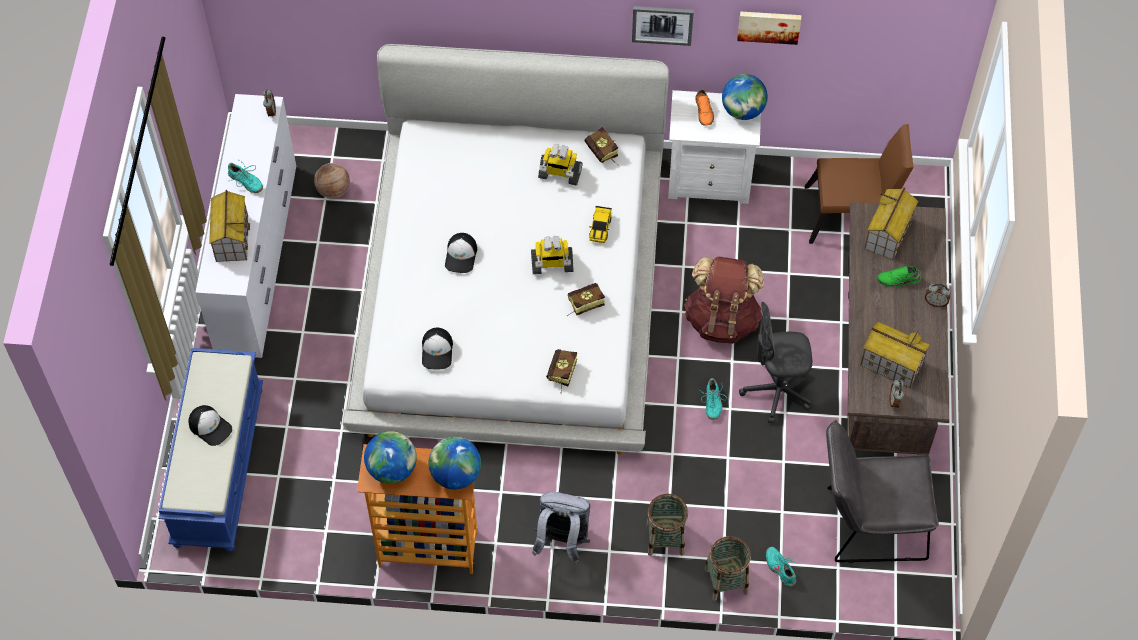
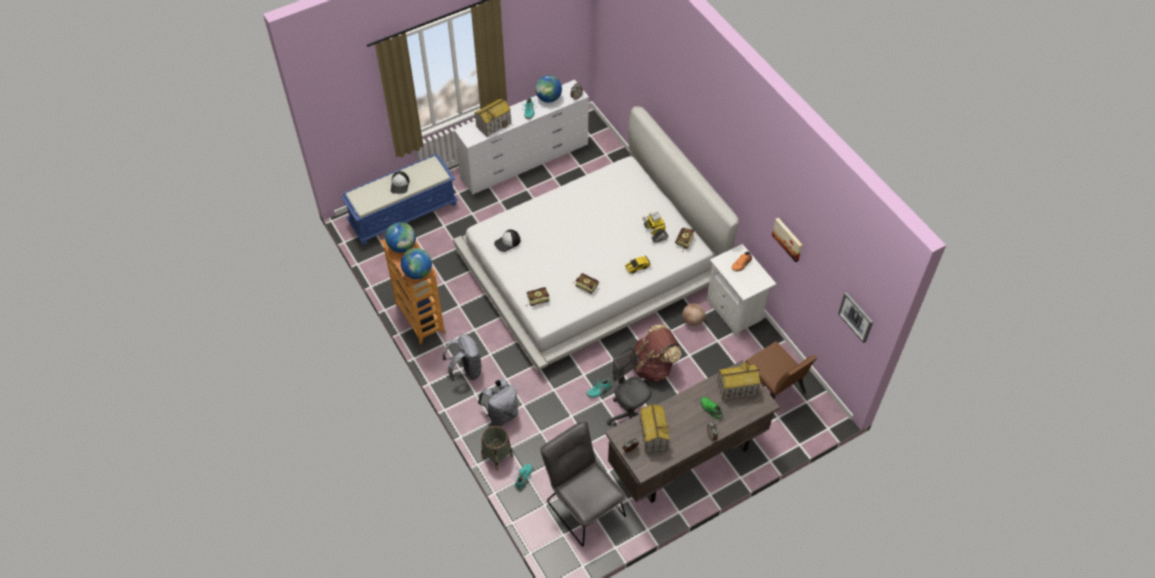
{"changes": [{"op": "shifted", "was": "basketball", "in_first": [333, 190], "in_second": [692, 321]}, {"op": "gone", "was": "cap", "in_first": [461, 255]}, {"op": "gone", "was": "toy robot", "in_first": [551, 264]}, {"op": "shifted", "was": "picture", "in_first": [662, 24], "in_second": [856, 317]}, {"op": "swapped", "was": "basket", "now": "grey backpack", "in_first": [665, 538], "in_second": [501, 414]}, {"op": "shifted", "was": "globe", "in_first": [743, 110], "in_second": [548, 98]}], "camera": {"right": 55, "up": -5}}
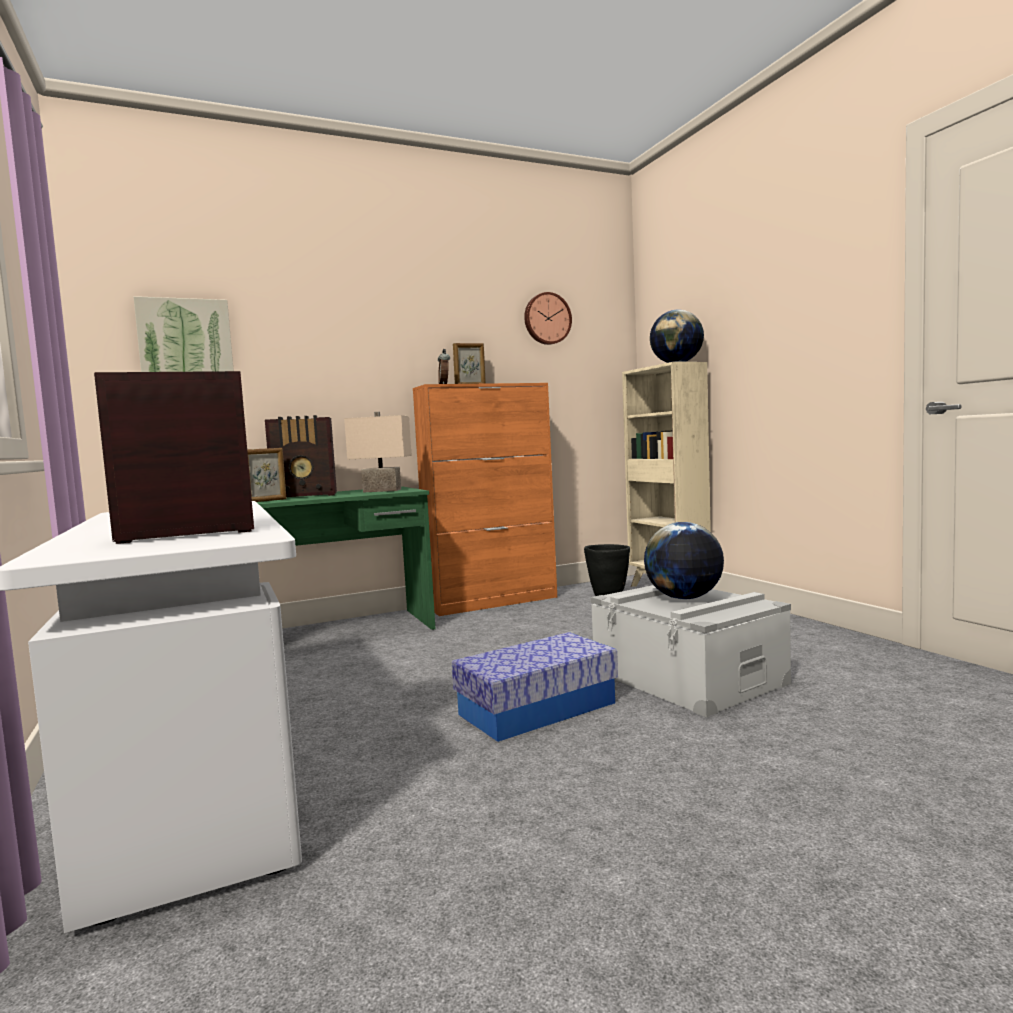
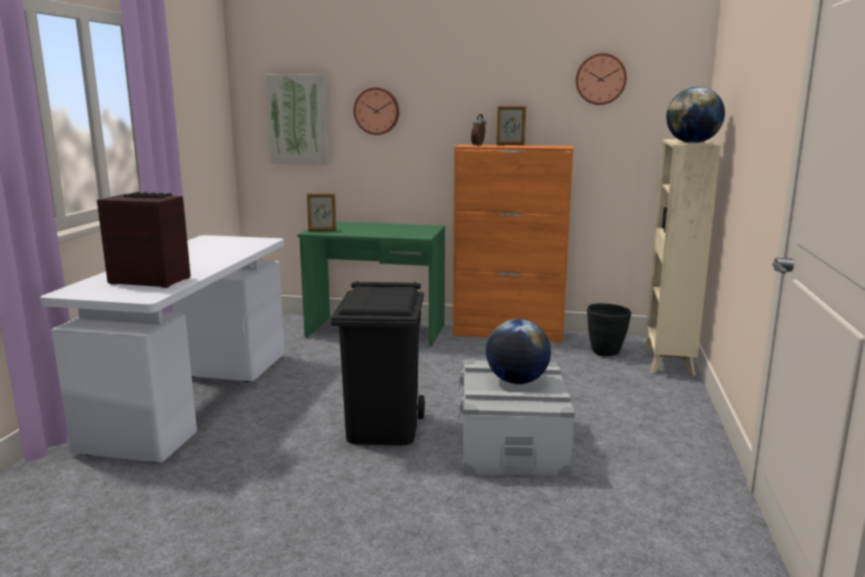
{"changes": [{"op": "gone", "was": "radio", "in_first": [306, 495]}, {"op": "gone", "was": "beige table lamp", "in_first": [381, 491]}, {"op": "swapped", "was": "storage box", "now": "black trash can", "in_first": [537, 709], "in_second": [383, 428]}, {"op": "new", "now": "wall clock", "in_second": [377, 111]}], "camera": {"right": 35, "up": 10}}
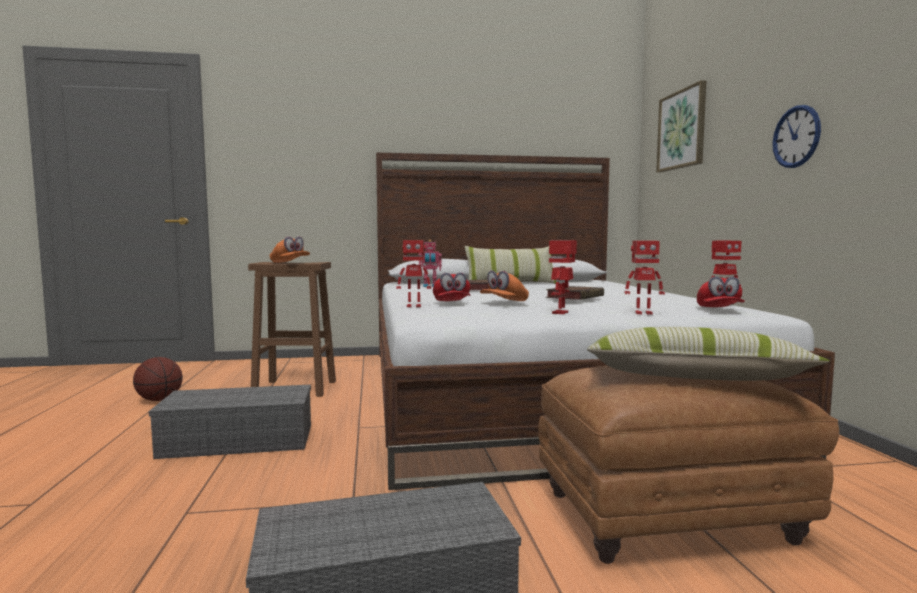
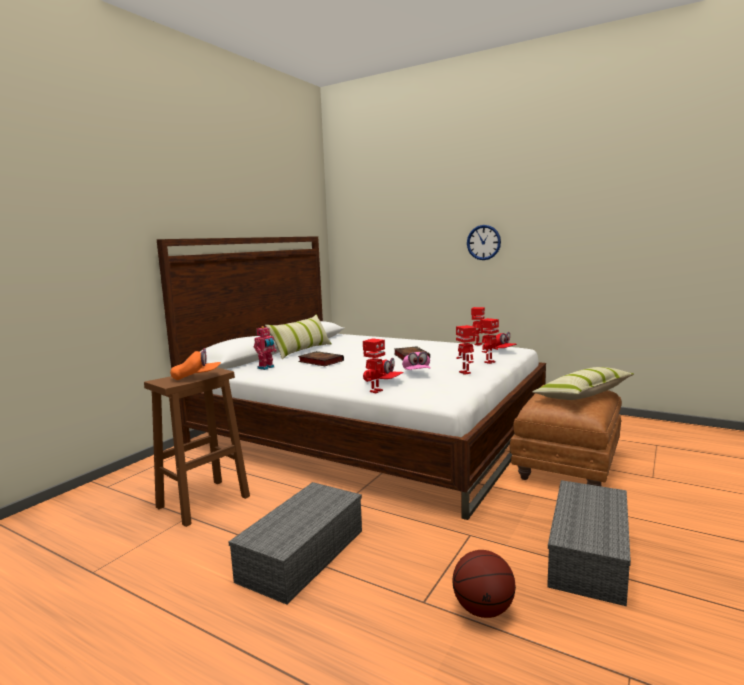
{"changes": [{"op": "shifted", "was": "basketball", "in_first": [159, 400], "in_second": [483, 609]}, {"op": "repainted", "was": "orange cap", "now": "pink cap", "in_first": [504, 303], "in_second": [416, 373]}, {"op": "gone", "was": "picture", "in_first": [682, 129]}], "camera": {"right": -50, "up": 5}}
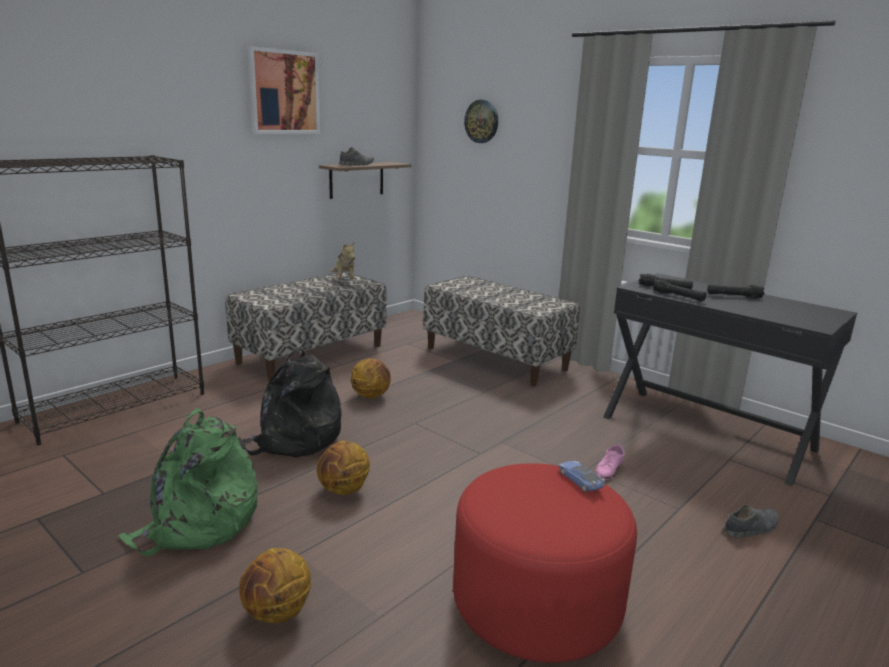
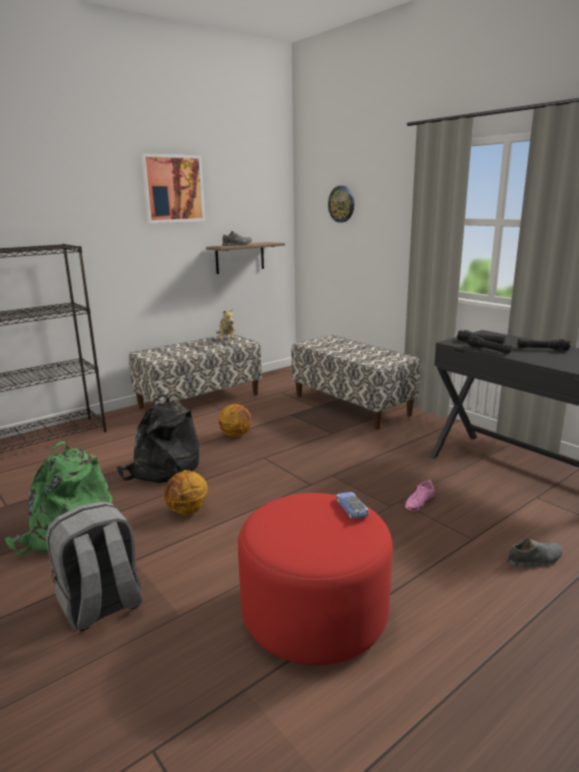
{"changes": [{"op": "swapped", "was": "basketball", "now": "grey backpack", "in_first": [277, 613], "in_second": [101, 606]}], "camera": {"right": 10, "up": 0}}
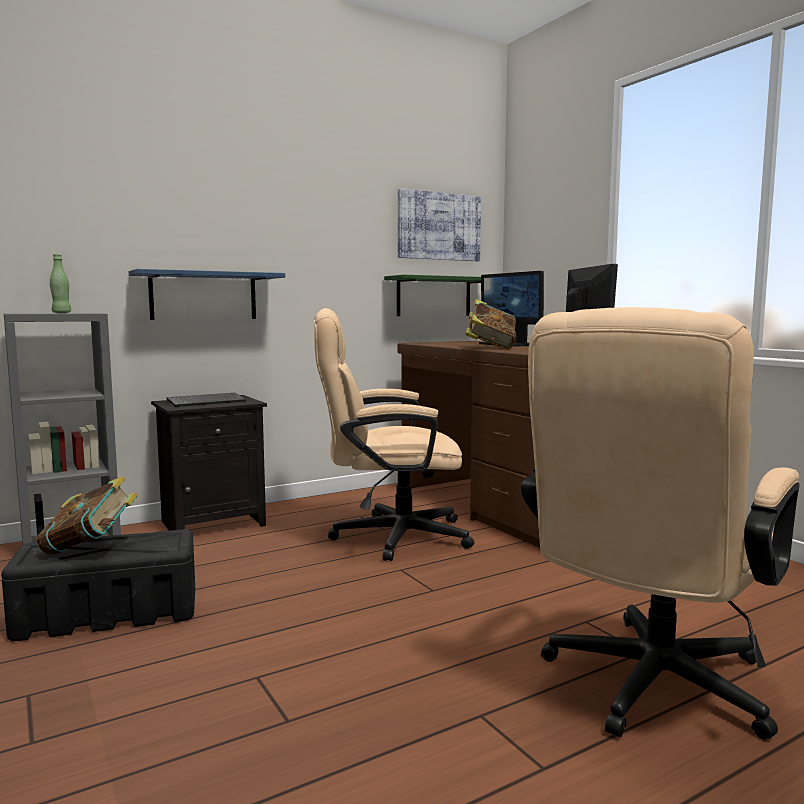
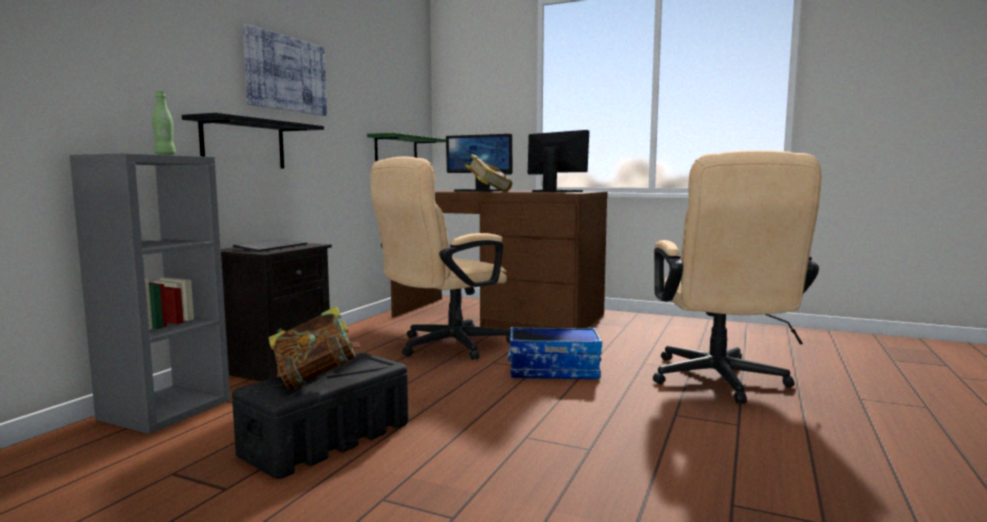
{"changes": [{"op": "repainted", "was": "blue shelf", "now": "black shelf", "in_first": [203, 296], "in_second": [244, 144]}, {"op": "shifted", "was": "picture", "in_first": [439, 226], "in_second": [286, 74]}, {"op": "new", "now": "storage box", "in_second": [554, 370]}], "camera": {"right": -35, "up": 0}}
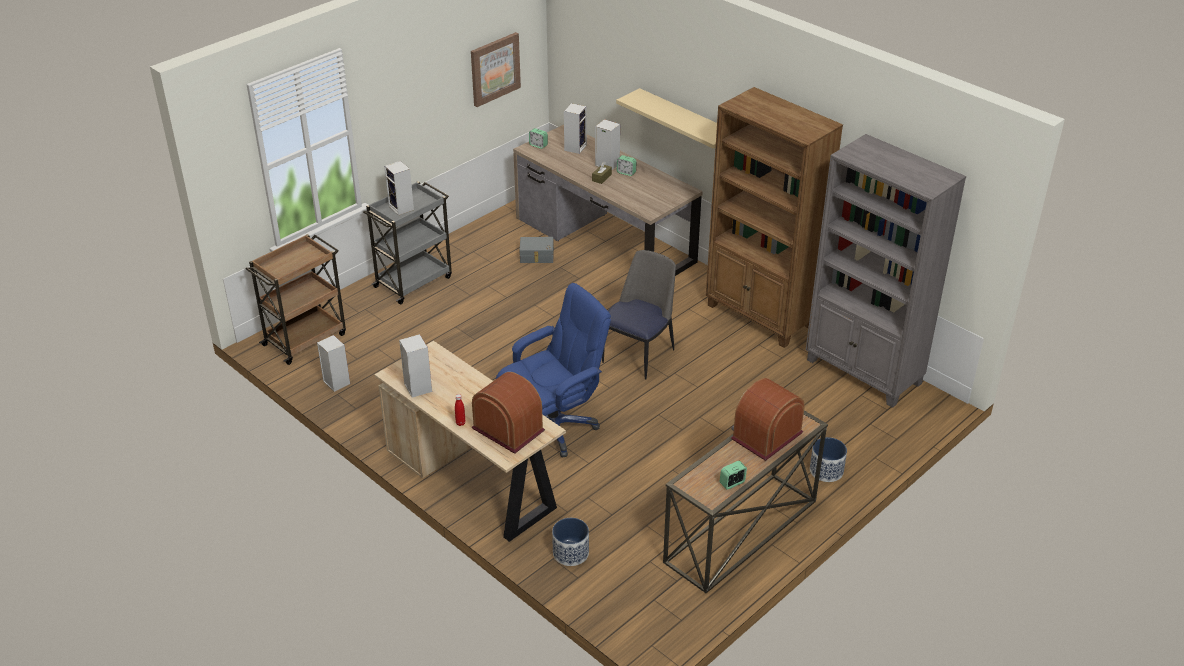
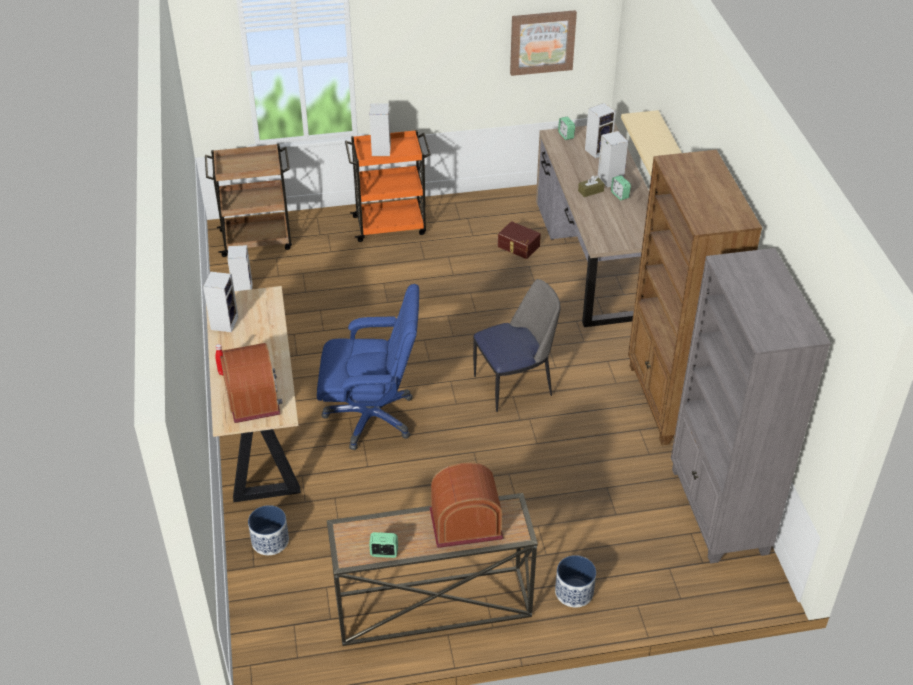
{"changes": [{"op": "repainted", "was": "grey cart", "now": "orange cart", "in_first": [414, 281], "in_second": [391, 225]}, {"op": "repainted", "was": "grey storage box", "now": "brown storage box", "in_first": [537, 256], "in_second": [518, 247]}], "camera": {"right": 35, "up": 5}}
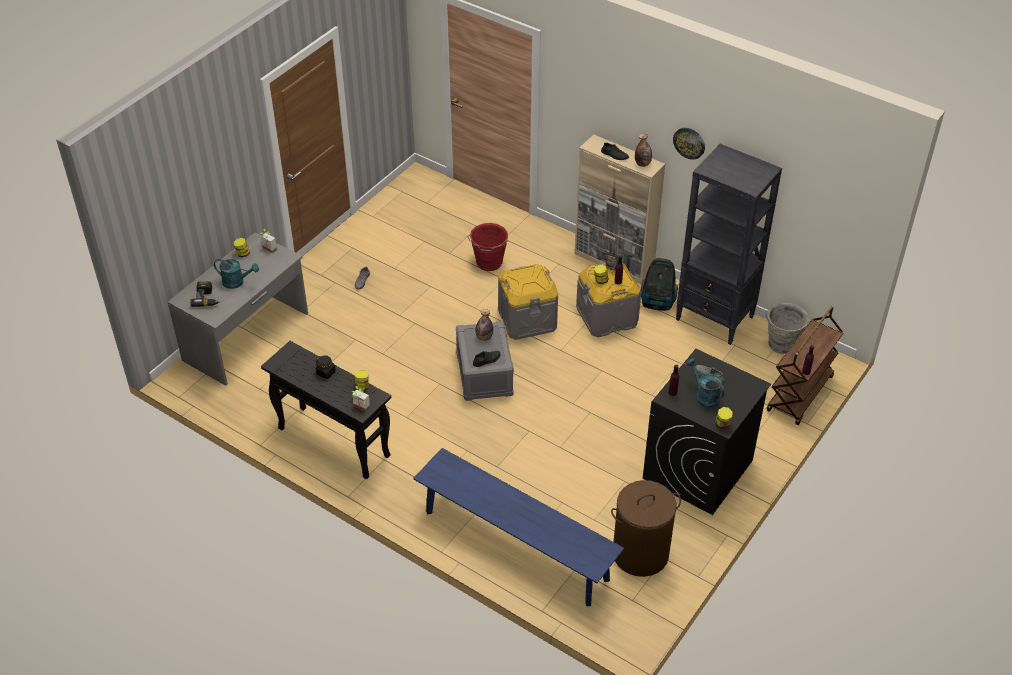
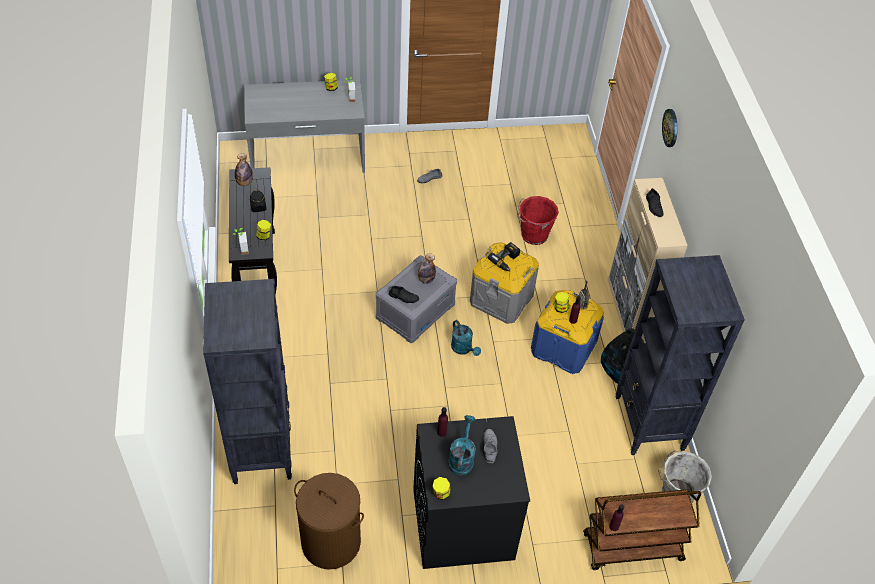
{"changes": [{"op": "shifted", "was": "power drill", "in_first": [207, 298], "in_second": [506, 261]}, {"op": "shifted", "was": "turquoise watering can", "in_first": [237, 282], "in_second": [463, 349]}, {"op": "swapped", "was": "blue bench", "now": "black bookcase", "in_first": [515, 545], "in_second": [262, 449]}, {"op": "repainted", "was": "grey storage box", "now": "blue storage box", "in_first": [606, 317], "in_second": [563, 347]}, {"op": "shifted", "was": "bottle", "in_first": [642, 164], "in_second": [244, 183]}, {"op": "shifted", "was": "wall clock", "in_first": [689, 142], "in_second": [671, 128]}], "camera": {"right": 45, "up": 5}}
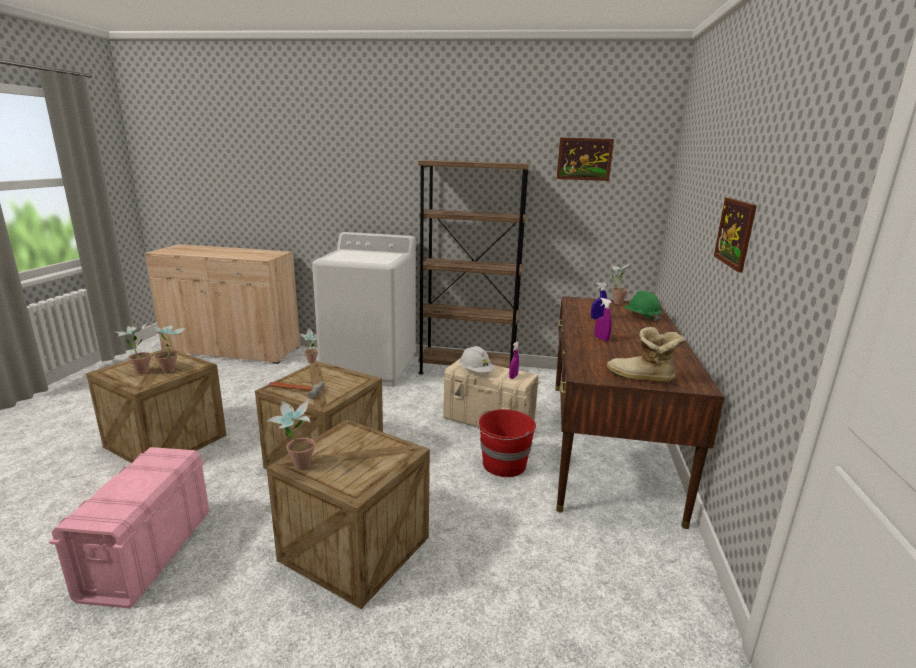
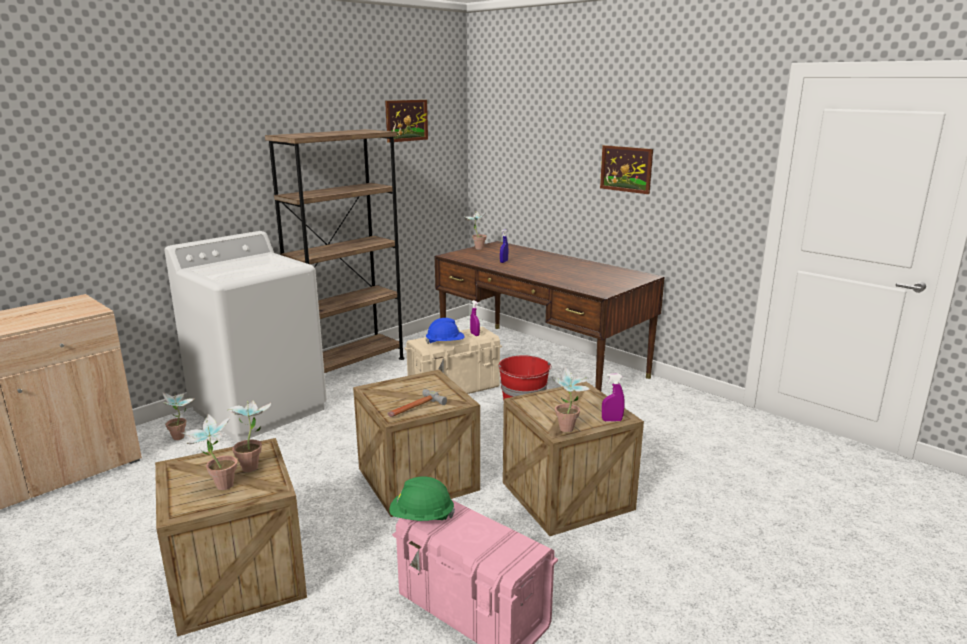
{"changes": [{"op": "repainted", "was": "white hard hat", "now": "blue hard hat", "in_first": [476, 371], "in_second": [445, 343]}, {"op": "shifted", "was": "purple spray bottle", "in_first": [601, 339], "in_second": [612, 420]}, {"op": "gone", "was": "boot", "in_first": [641, 378]}, {"op": "shifted", "was": "green hard hat", "in_first": [641, 317], "in_second": [421, 517]}], "camera": {"right": -55, "up": 0}}
